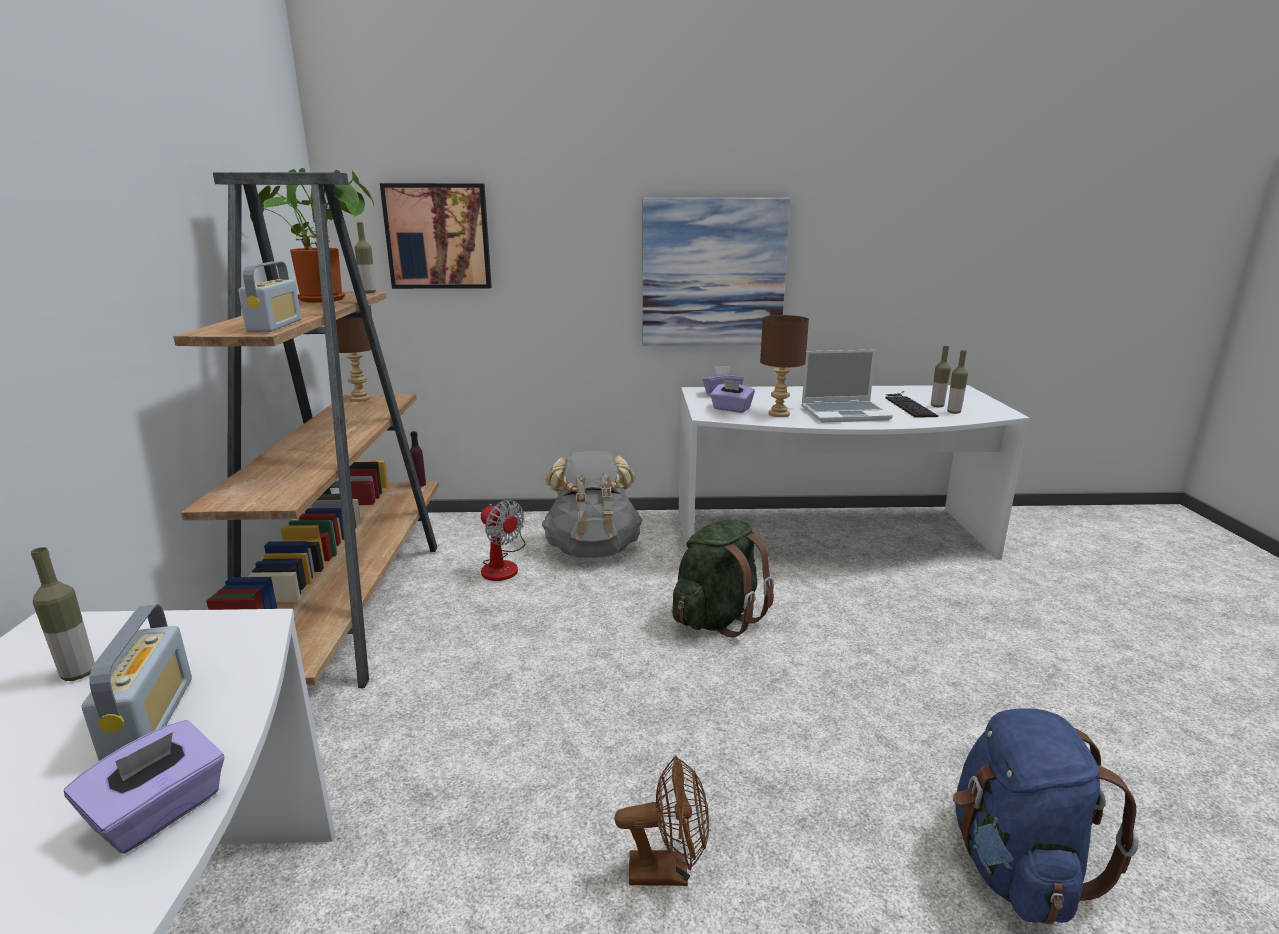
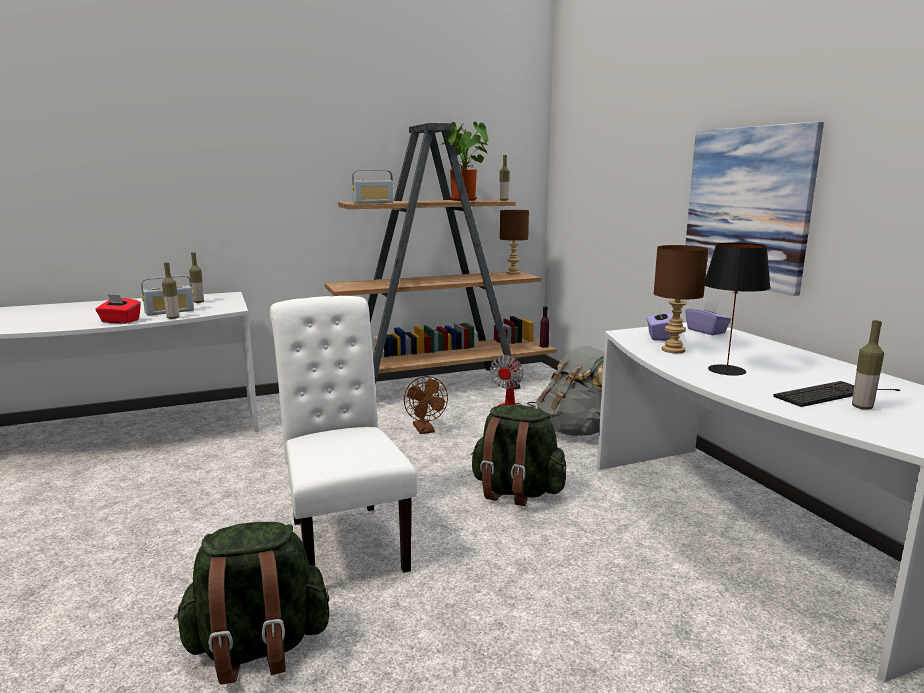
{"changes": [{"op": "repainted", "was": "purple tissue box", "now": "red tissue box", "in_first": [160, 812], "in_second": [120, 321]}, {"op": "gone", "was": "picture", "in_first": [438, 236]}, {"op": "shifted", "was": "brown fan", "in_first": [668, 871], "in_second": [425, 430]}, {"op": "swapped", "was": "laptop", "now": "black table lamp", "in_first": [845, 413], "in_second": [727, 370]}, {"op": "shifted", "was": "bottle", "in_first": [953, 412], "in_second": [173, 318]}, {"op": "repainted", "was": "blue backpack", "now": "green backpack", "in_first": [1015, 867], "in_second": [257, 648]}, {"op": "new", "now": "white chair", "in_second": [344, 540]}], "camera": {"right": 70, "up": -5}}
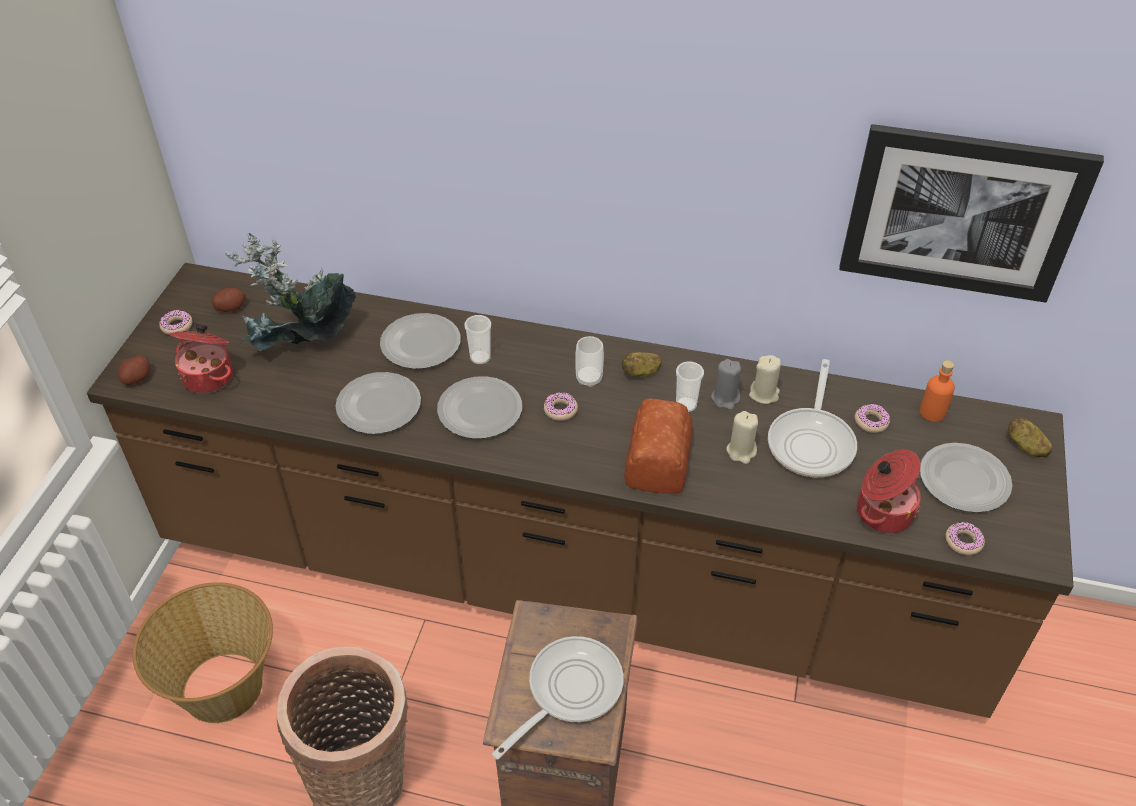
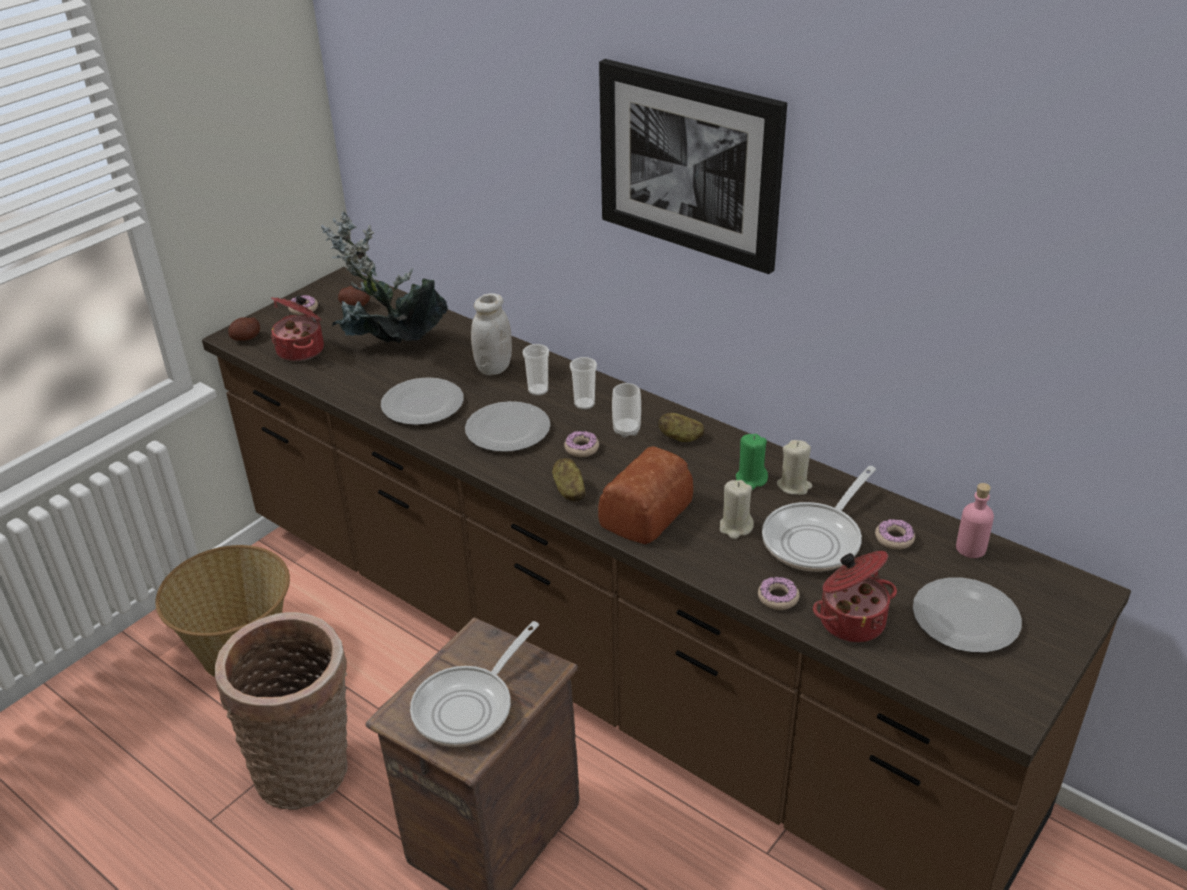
{"changes": [{"op": "swapped", "was": "plate", "now": "white jar", "in_first": [421, 344], "in_second": [493, 368]}, {"op": "rotated", "was": "frying pan", "in_first": [569, 690], "in_second": [469, 706], "clockwise": 150}, {"op": "shifted", "was": "cup", "in_first": [686, 405], "in_second": [584, 404]}, {"op": "repainted", "was": "grey candle", "now": "green candle", "in_first": [725, 398], "in_second": [751, 479]}, {"op": "shifted", "was": "picture", "in_first": [962, 213], "in_second": [690, 164]}, {"op": "repainted", "was": "orange bottle", "now": "pink bottle", "in_first": [932, 412], "in_second": [970, 548]}, {"op": "shifted", "was": "donut", "in_first": [963, 542], "in_second": [778, 598]}, {"op": "shifted", "was": "potato", "in_first": [1025, 447], "in_second": [568, 490]}], "camera": {"right": 25, "up": -10}}
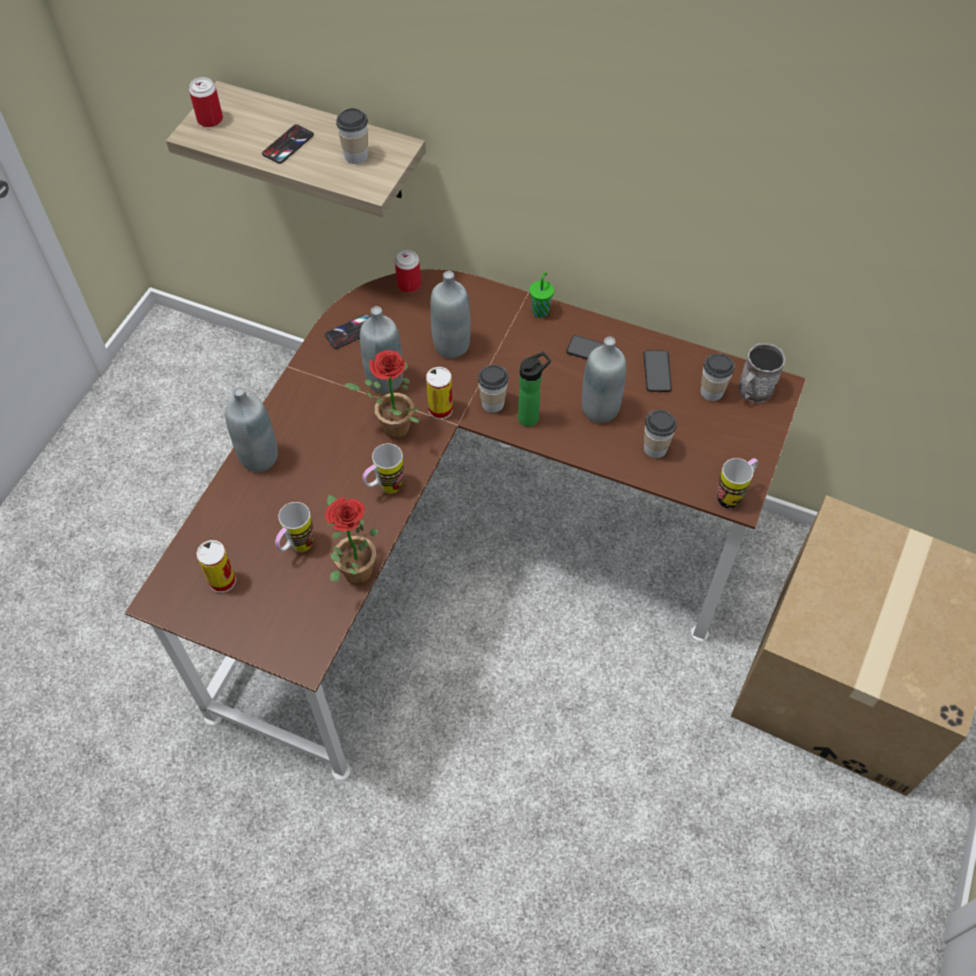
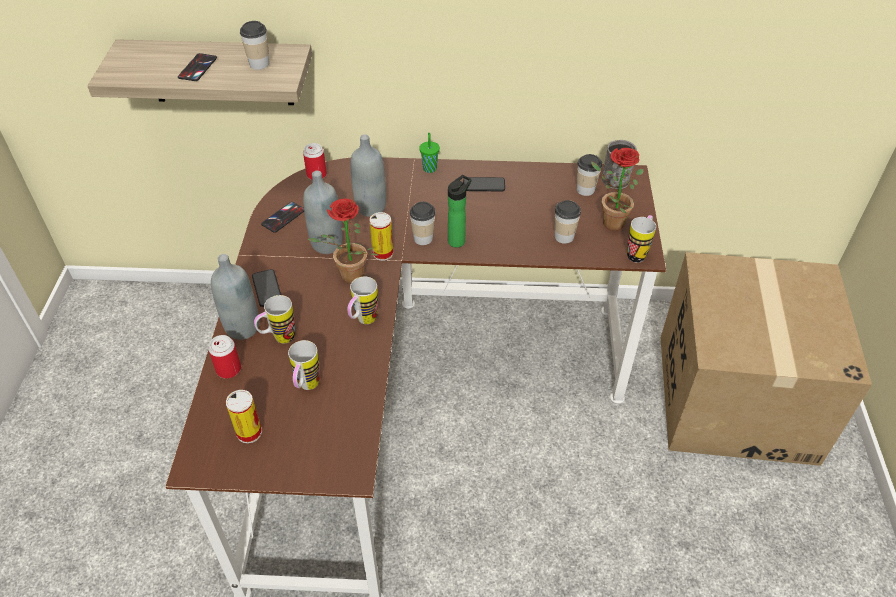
{"changes": [{"op": "shifted", "was": "can", "in_first": [210, 120], "in_second": [228, 369]}, {"op": "shifted", "was": "potted plant", "in_first": [353, 568], "in_second": [608, 222]}, {"op": "gone", "was": "grey bottle", "in_first": [600, 409]}, {"op": "shifted", "was": "phone", "in_first": [657, 372], "in_second": [267, 288]}, {"op": "new", "now": "mug", "in_second": [278, 339]}], "camera": {"right": -20, "up": -10}}
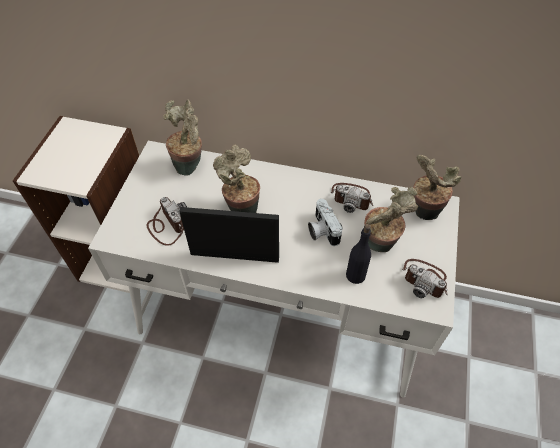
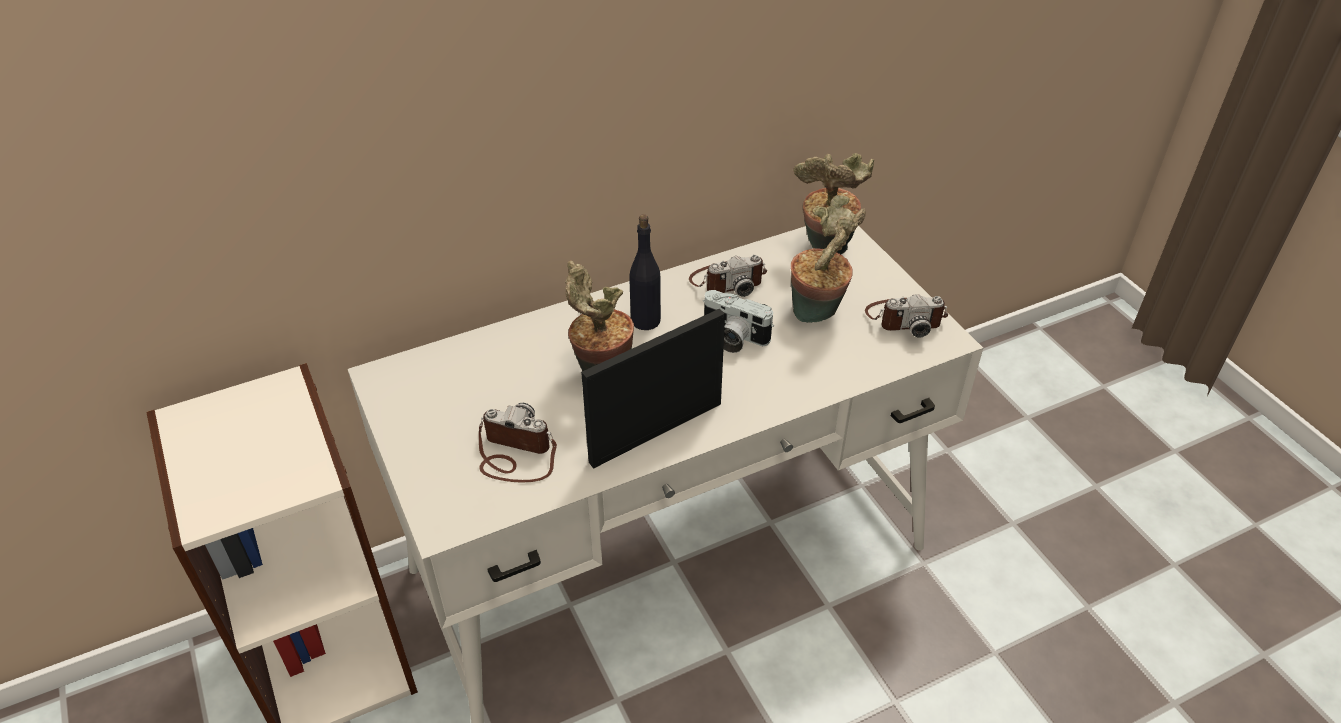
{"changes": [{"op": "gone", "was": "potted plant", "in_first": [190, 166]}, {"op": "shifted", "was": "black bottle", "in_first": [355, 275], "in_second": [645, 320]}], "camera": {"right": -40, "up": -10}}
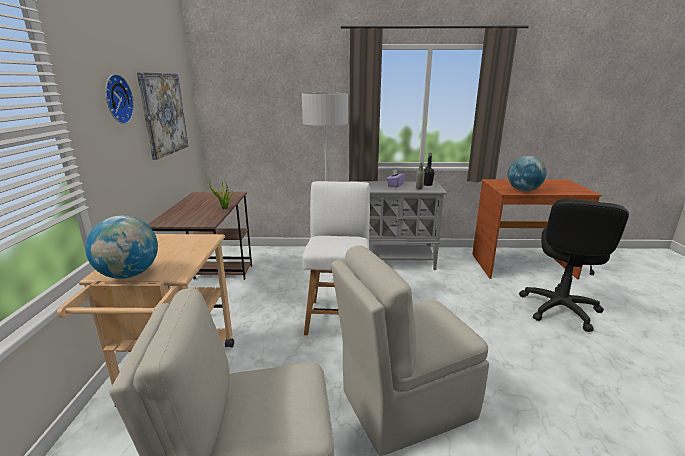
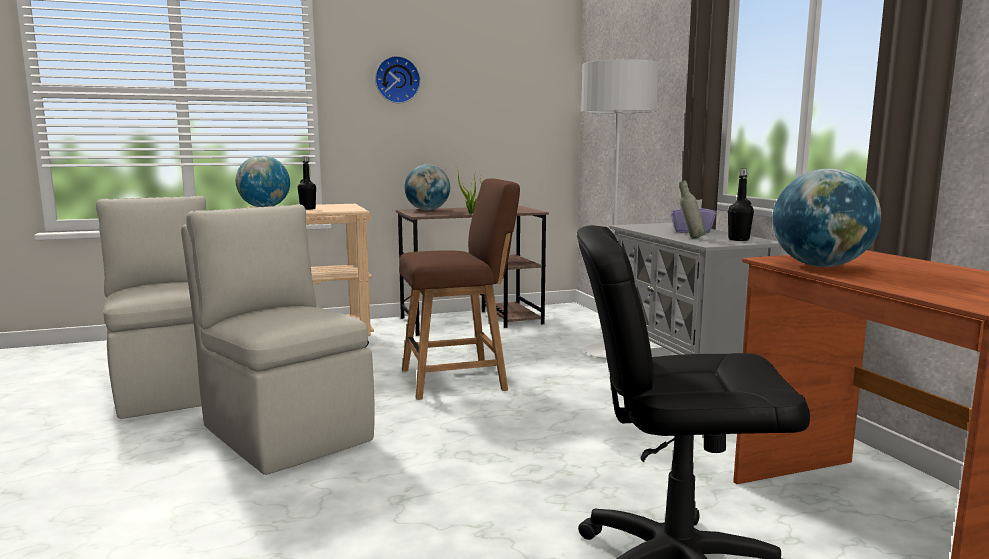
{"changes": [{"op": "gone", "was": "picture", "in_first": [163, 114]}, {"op": "repainted", "was": "white chair", "now": "brown chair", "in_first": [338, 315], "in_second": [459, 379]}, {"op": "new", "now": "black bottle", "in_second": [308, 209]}, {"op": "new", "now": "globe", "in_second": [427, 210]}], "camera": {"right": 70, "up": -10}}
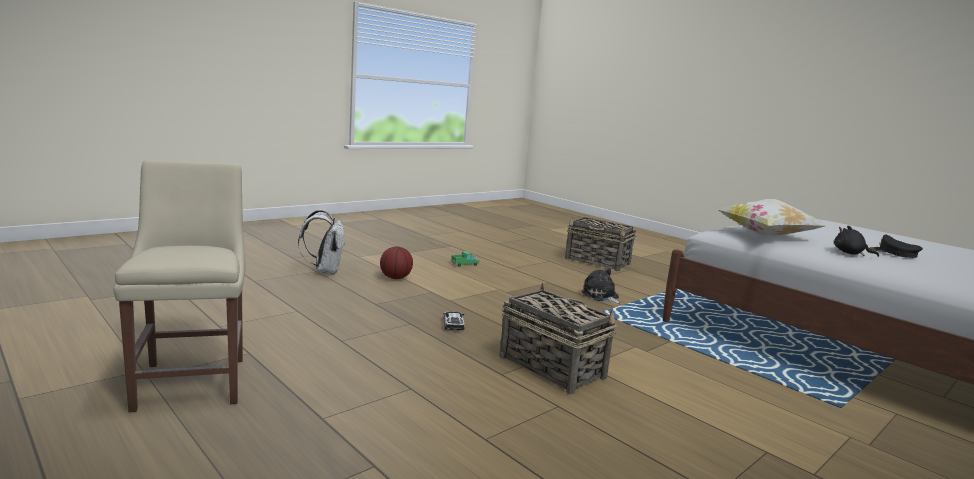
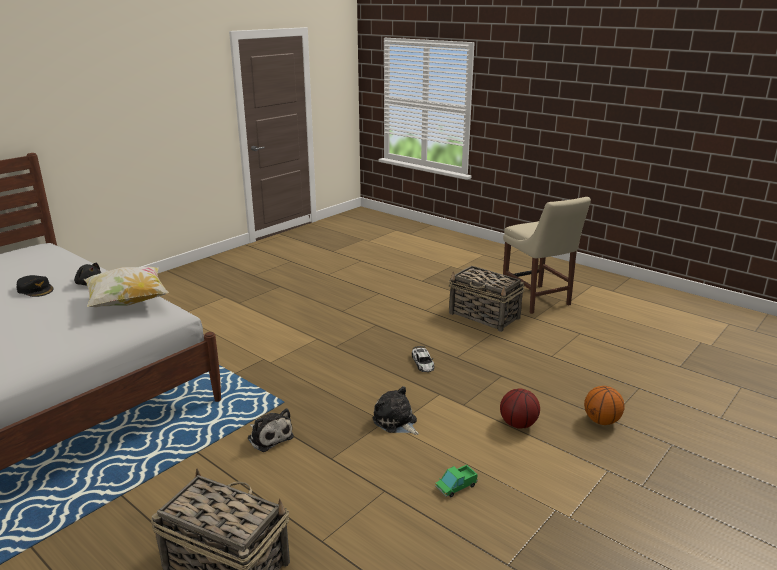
{"changes": [{"op": "swapped", "was": "white backpack", "now": "basketball", "in_first": [325, 271], "in_second": [601, 421]}, {"op": "shifted", "was": "basket", "in_first": [551, 367], "in_second": [484, 316]}, {"op": "new", "now": "plush toy", "in_second": [396, 422]}], "camera": {"right": 175, "up": 10}}
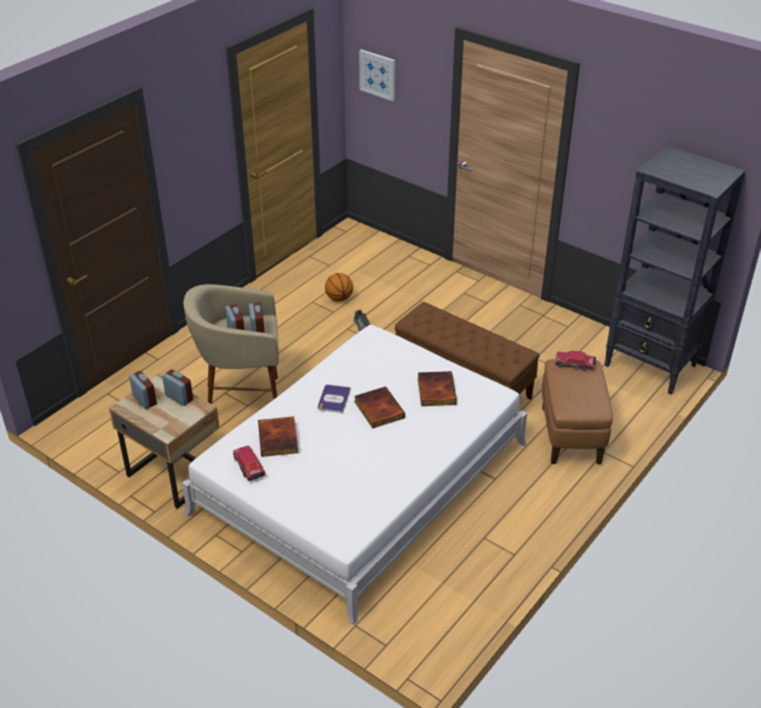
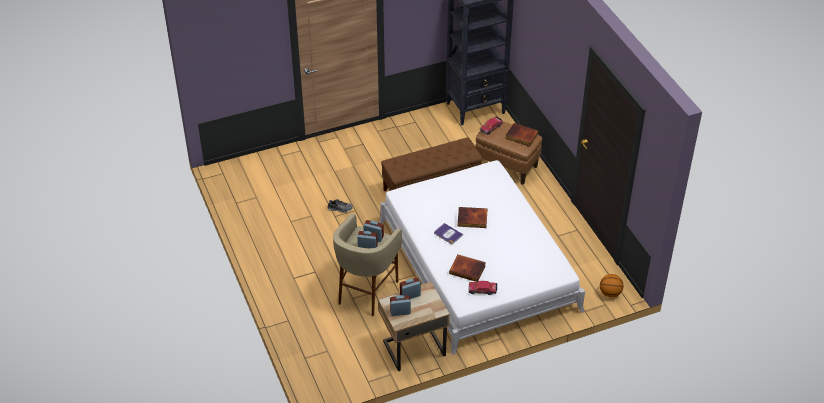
{"changes": [{"op": "shifted", "was": "basketball", "in_first": [339, 298], "in_second": [610, 293]}, {"op": "gone", "was": "picture", "in_first": [378, 74]}, {"op": "shifted", "was": "book", "in_first": [435, 391], "in_second": [521, 136]}], "camera": {"right": -60, "up": 5}}
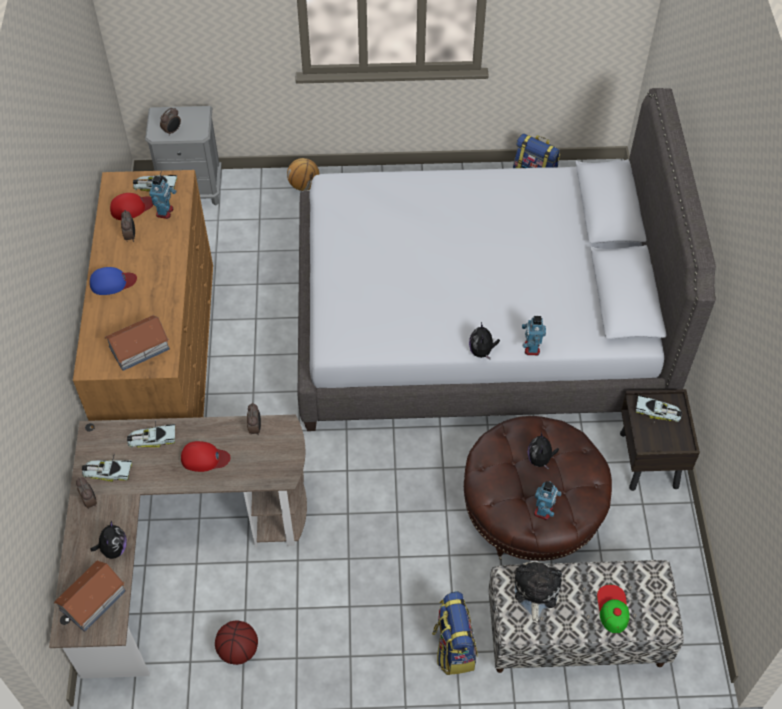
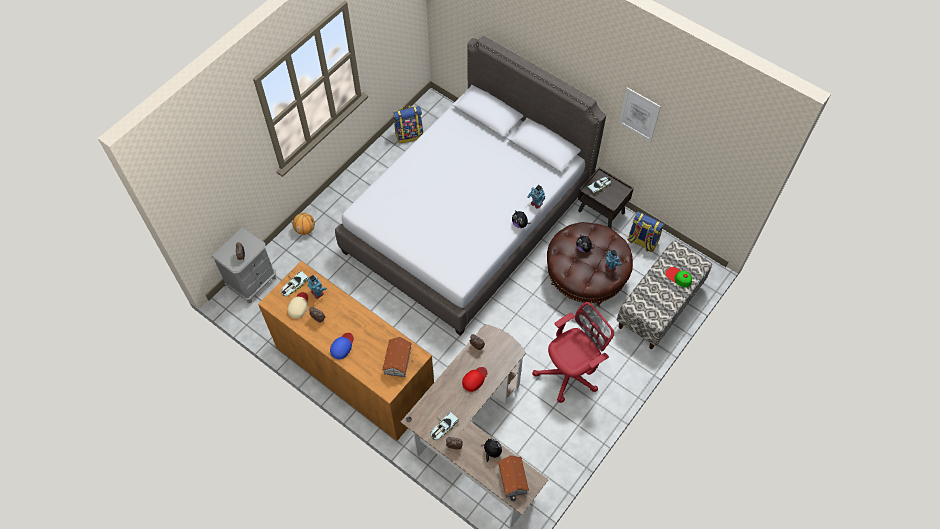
{"changes": [{"op": "repainted", "was": "red cap", "now": "beige cap", "in_first": [131, 207], "in_second": [298, 306]}, {"op": "gone", "was": "toy car", "in_first": [152, 438]}, {"op": "gone", "was": "basketball", "in_first": [238, 650]}, {"op": "shifted", "was": "backpack", "in_first": [453, 648], "in_second": [642, 241]}, {"op": "gone", "was": "plush toy", "in_first": [535, 591]}, {"op": "new", "now": "red office chair", "in_second": [570, 373]}, {"op": "new", "now": "picture", "in_second": [639, 114]}], "camera": {"right": -50, "up": 5}}
